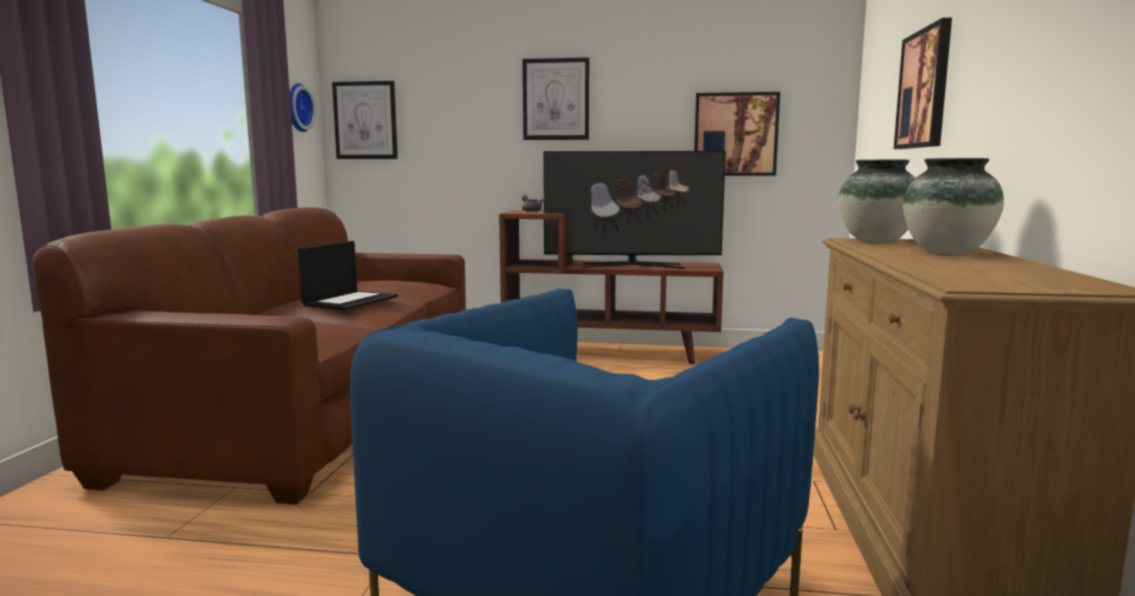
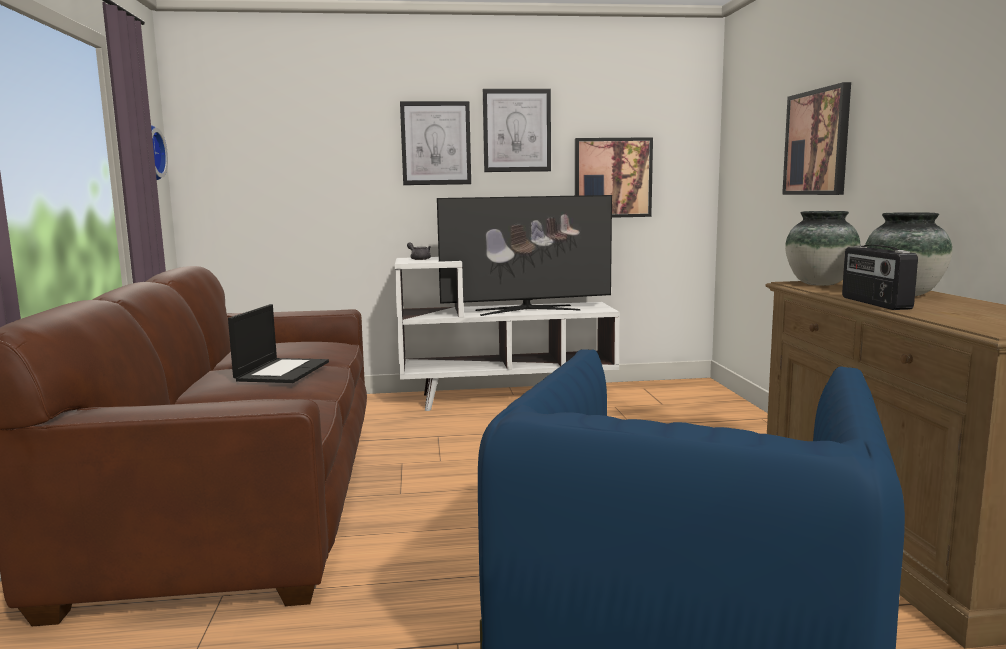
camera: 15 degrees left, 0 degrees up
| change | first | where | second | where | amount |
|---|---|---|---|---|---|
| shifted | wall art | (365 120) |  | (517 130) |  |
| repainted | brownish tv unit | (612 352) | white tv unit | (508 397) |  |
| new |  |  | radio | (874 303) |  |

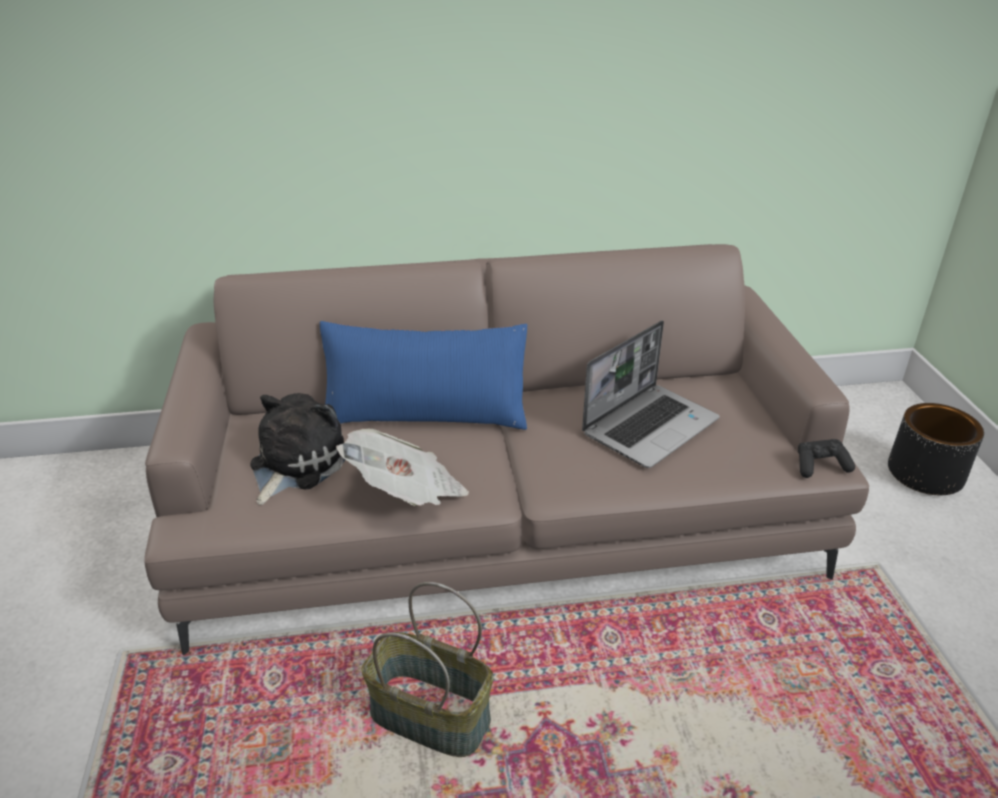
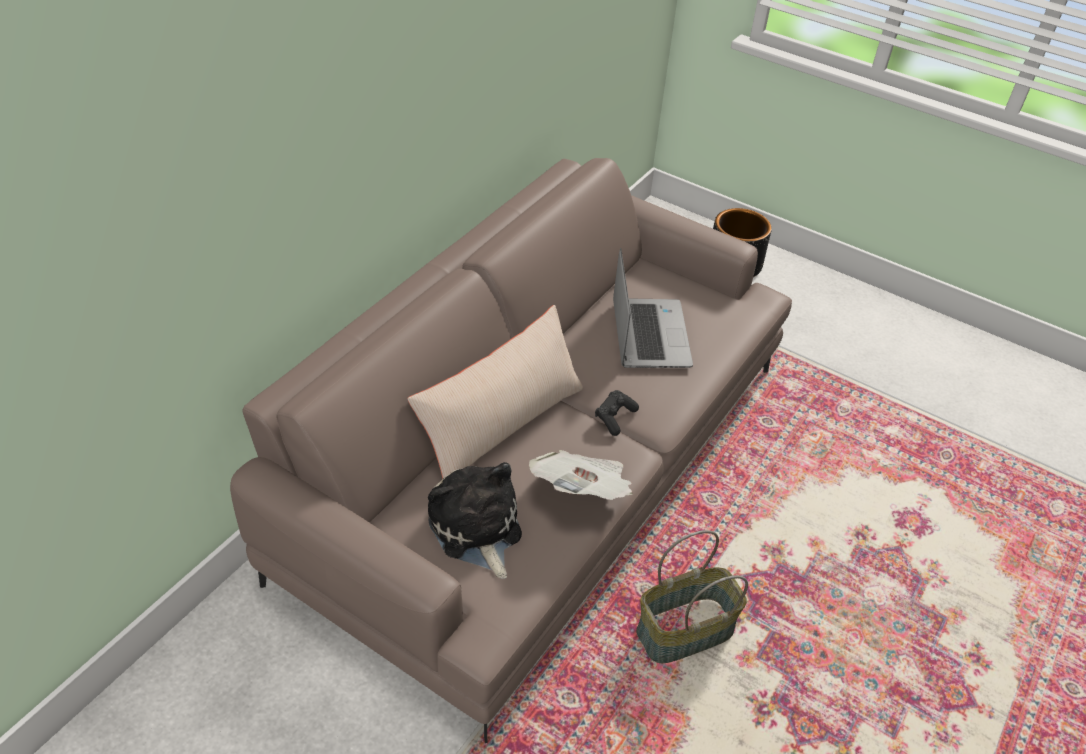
camera: 50 degrees left, 10 degrees up
| change | first | where | second | where | amount |
|---|---|---|---|---|---|
| repainted | blue-coloured cushion | (426 413) | beige cushion | (501 423) |  |
| shifted | black-coloured game controller | (820 466) |  | (614 417) |  |

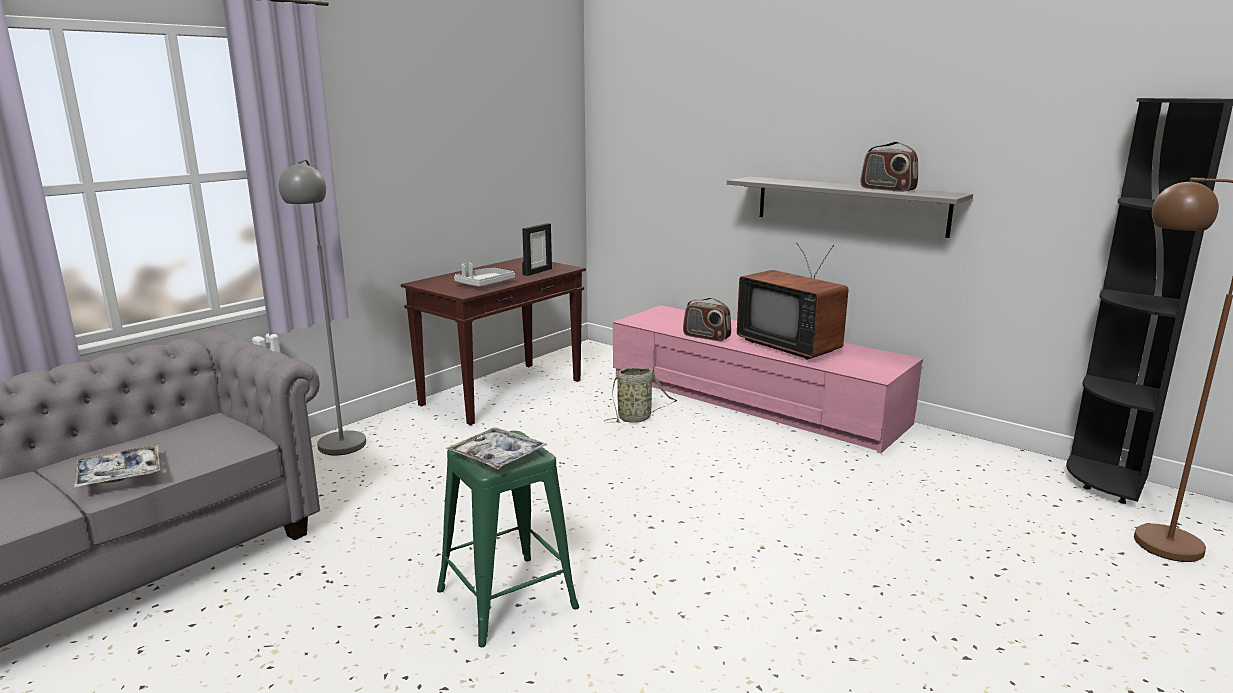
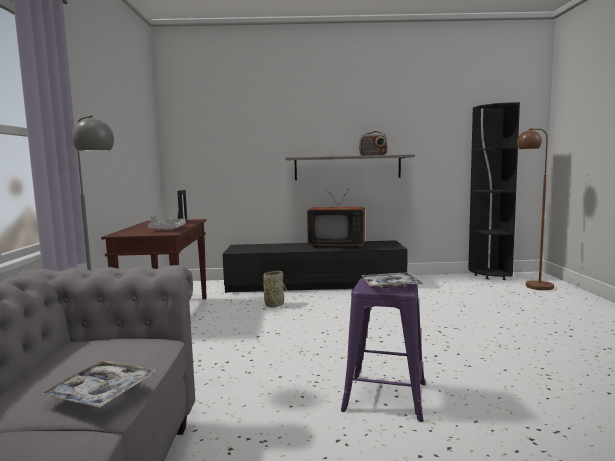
camera: 40 degrees left, 10 degrees down
| change | first | where | second | where | amount |
|---|---|---|---|---|---|
| repainted | green stool seat | (507 598) | purplish stool seat | (385 396) |  |
| repainted | pink-coloured tv unit | (753 400) | black-coloured tv unit | (315 284) |  |
| gone | radio | (706 337) |  |  |  |

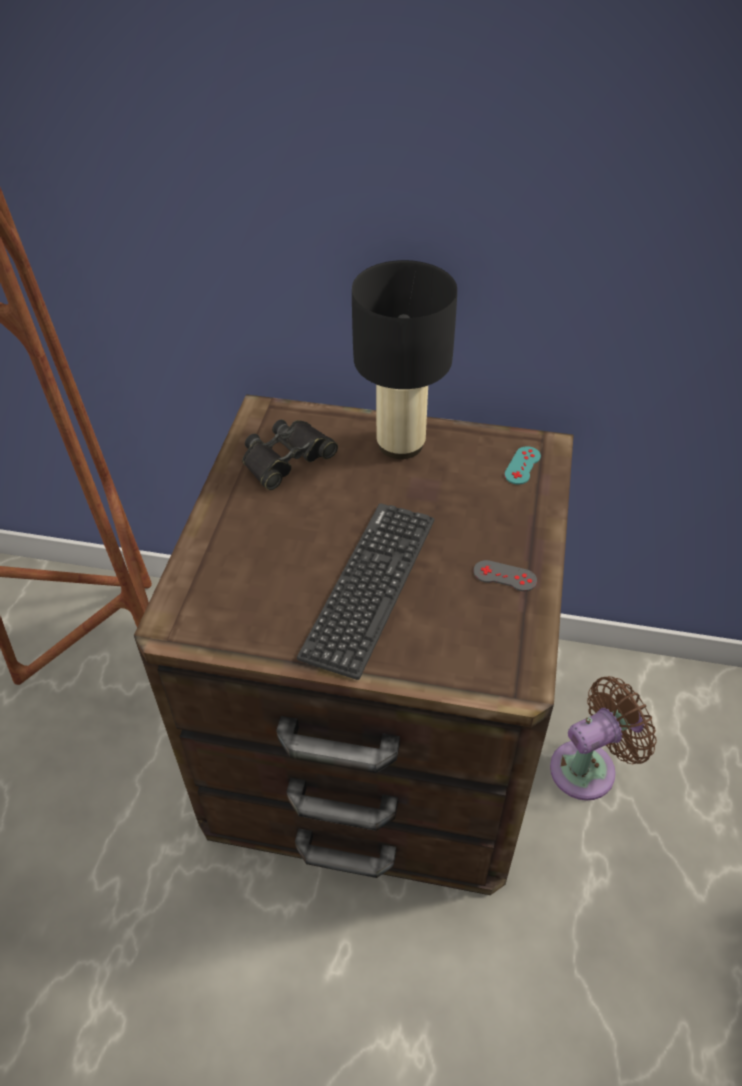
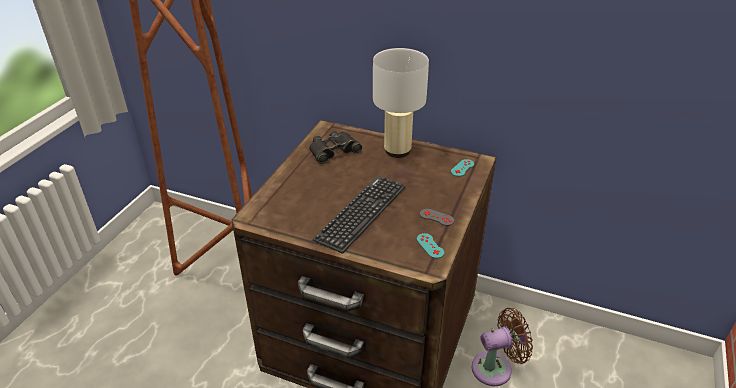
camera: 10 degrees right, 10 degrees down
| change | first | where | second | where | amount |
|---|---|---|---|---|---|
| repainted | black-coloured lamp for a table | (402 444) | white lamp for a table | (398 151) |  |
| new |  |  | turquoise-coloured game controller | (430 246) |  |

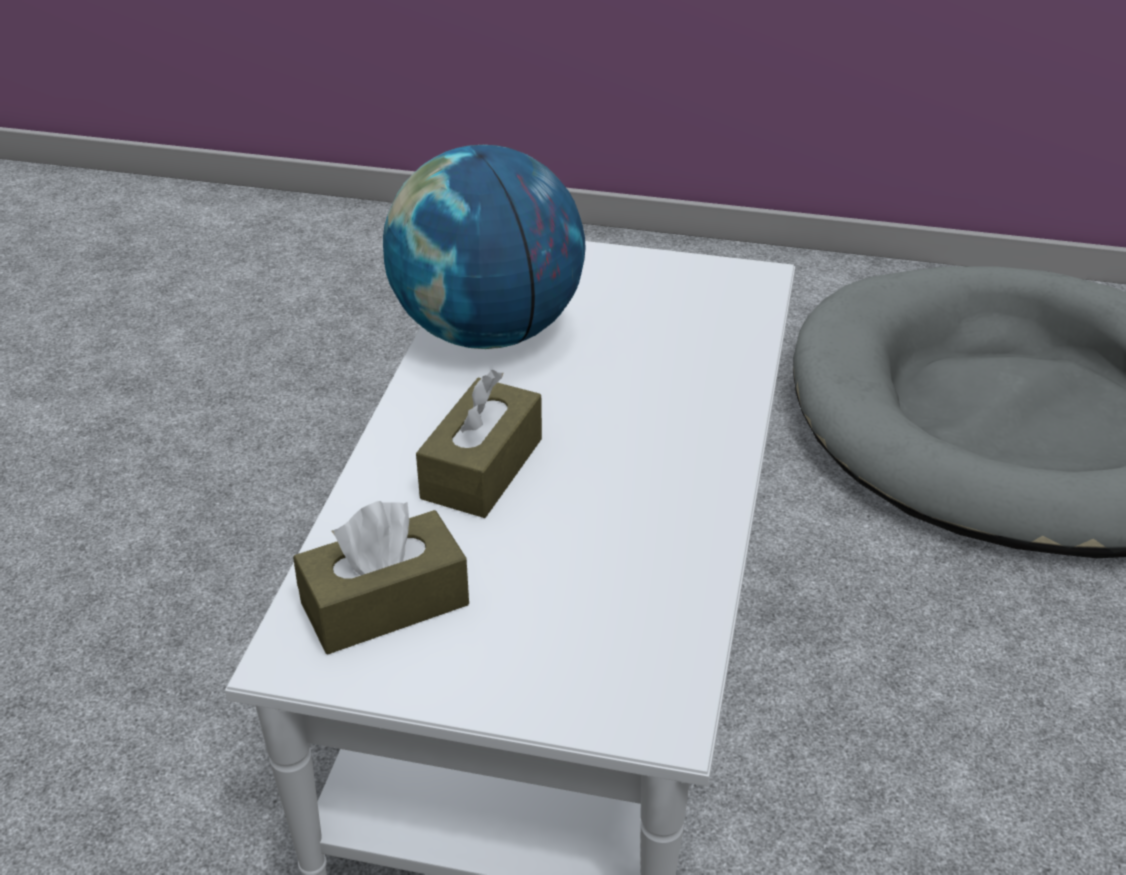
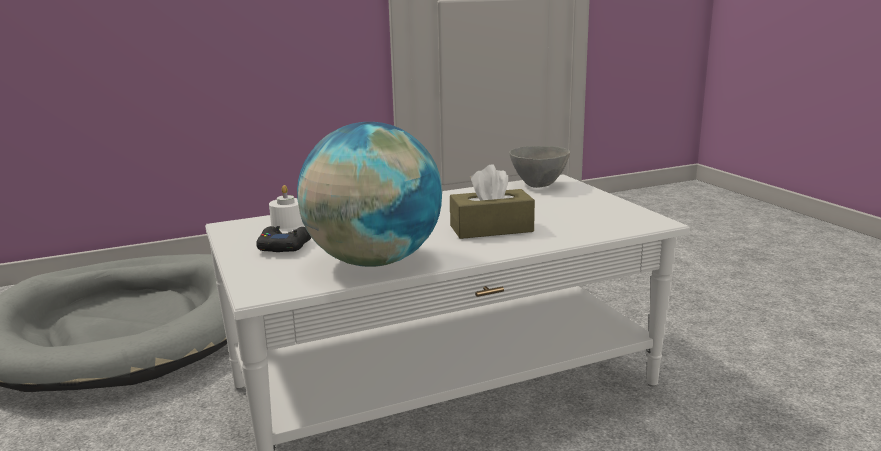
camera: 125 degrees left, 20 degrees down
| change | first | where | second | where | amount |
|---|---|---|---|---|---|
| gone | brownish tissue box | (385 604) |  |  |  |
| new |  |  | black-coloured game controller | (284 246) |  |
| new |  |  | white wax light | (287 223) |  |
| new |  |  | gray deep dish | (538 184) |  |

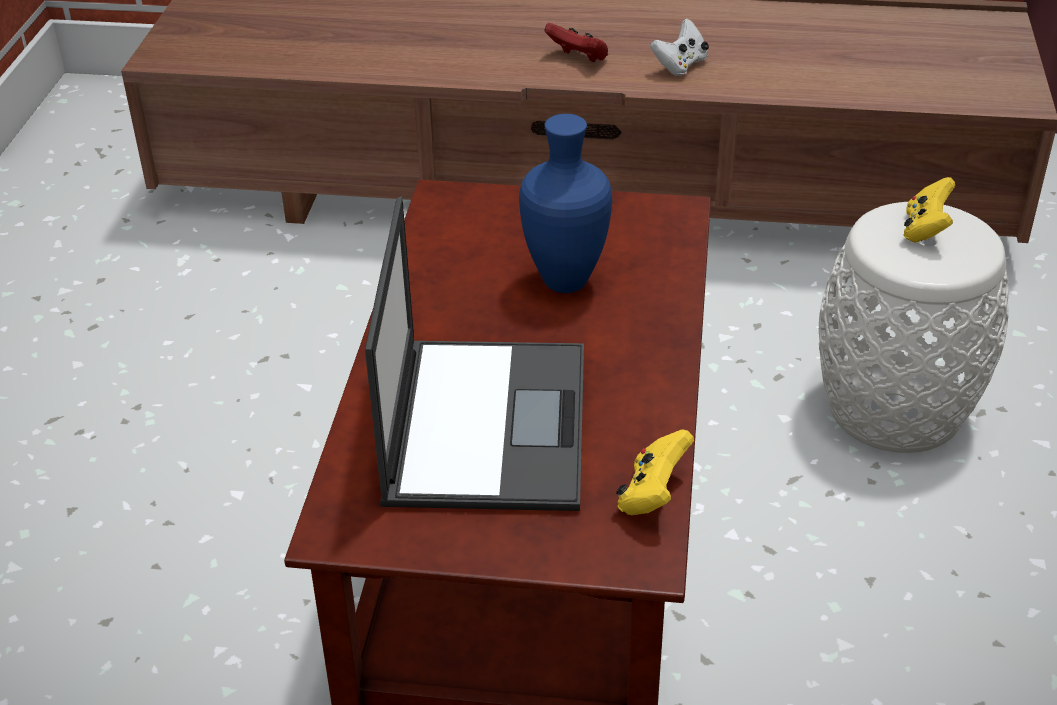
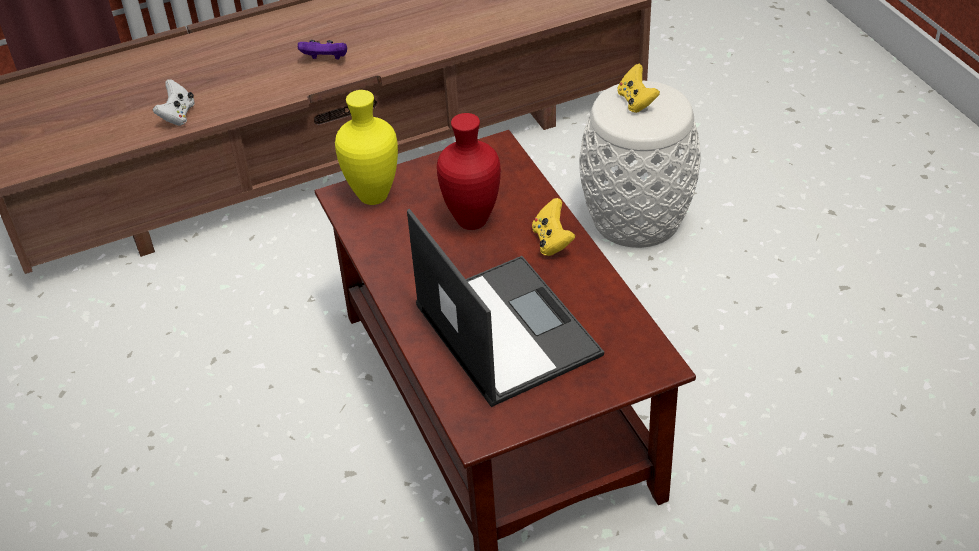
camera: 30 degrees left, 5 degrees up
| change | first | where | second | where | amount |
|---|---|---|---|---|---|
| repainted | blue-coloured decorative vase | (565 280) | reddish decorative vase | (471 220) |  |
| repainted | reddish game controller | (579 58) | purplish game controller | (326 60) |  |
| shifted | yellowish game controller | (652 495) |  | (552 241) |  |
| shifted | white game controller | (680 65) |  | (178 115) |  |
| new |  |  | yellowish decorative vase | (373 195) |  |

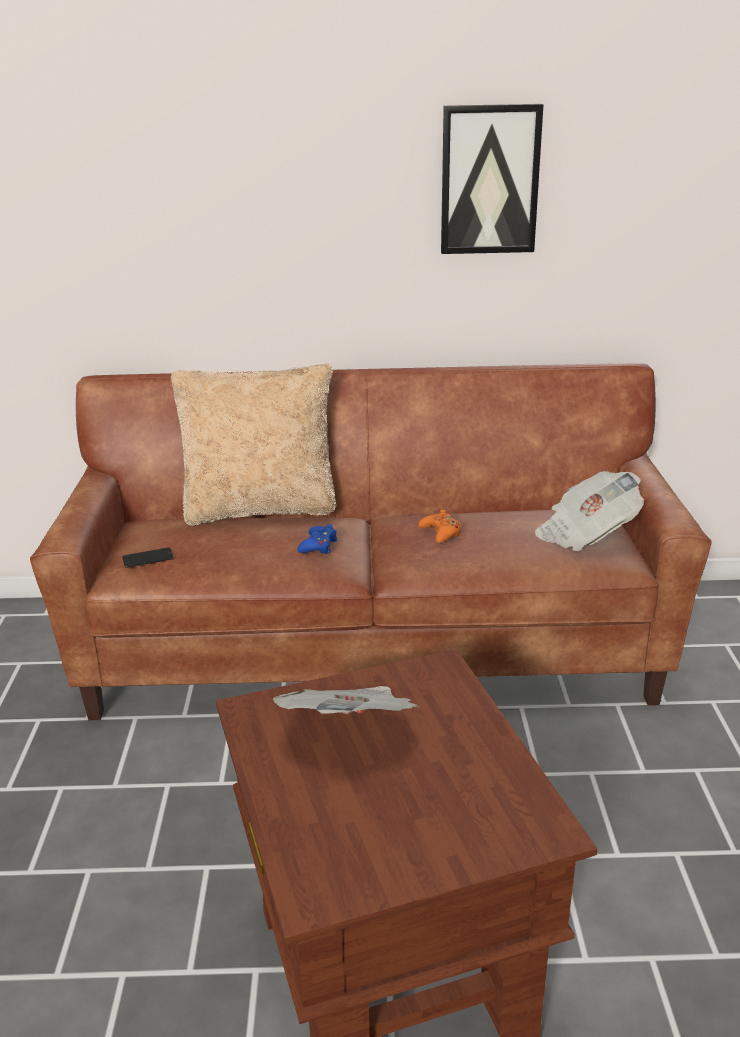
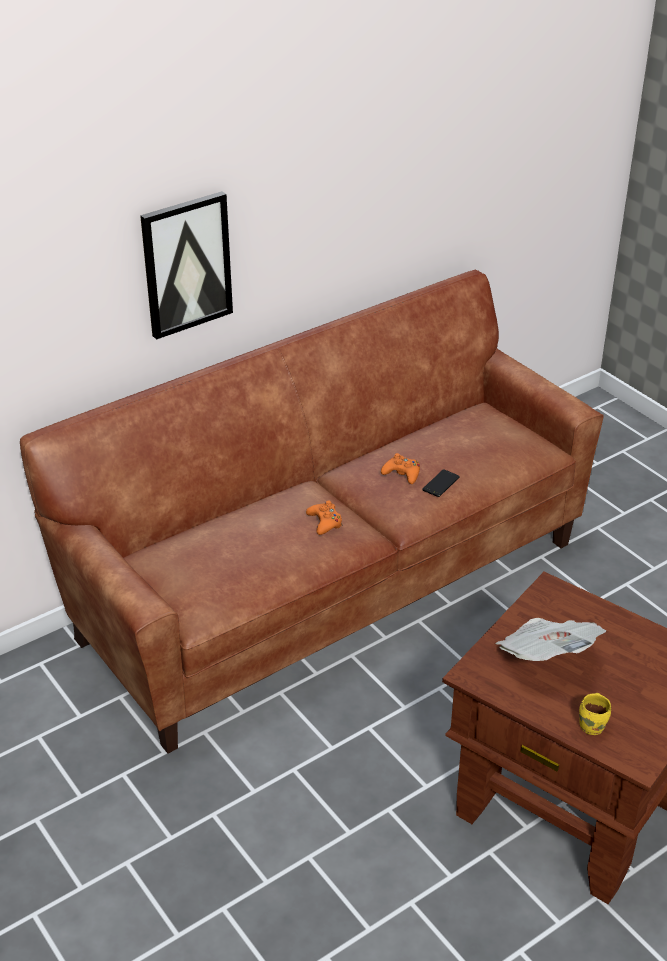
camera: 35 degrees left, 10 degrees up
| change | first | where | second | where | amount |
|---|---|---|---|---|---|
| shifted | phone | (148 558) |  | (441 483) |  |
| gone | beige cushion | (262 512) |  |  |  |
| repainted | blue-coloured game controller | (318 546) | orange game controller | (325 522) |  |
| shifted | wall art | (489 180) |  | (186 264) |  |
| gone | printed paper | (586 534) |  |  |  |
| new |  |  | yellowish mug | (593 726) |  |

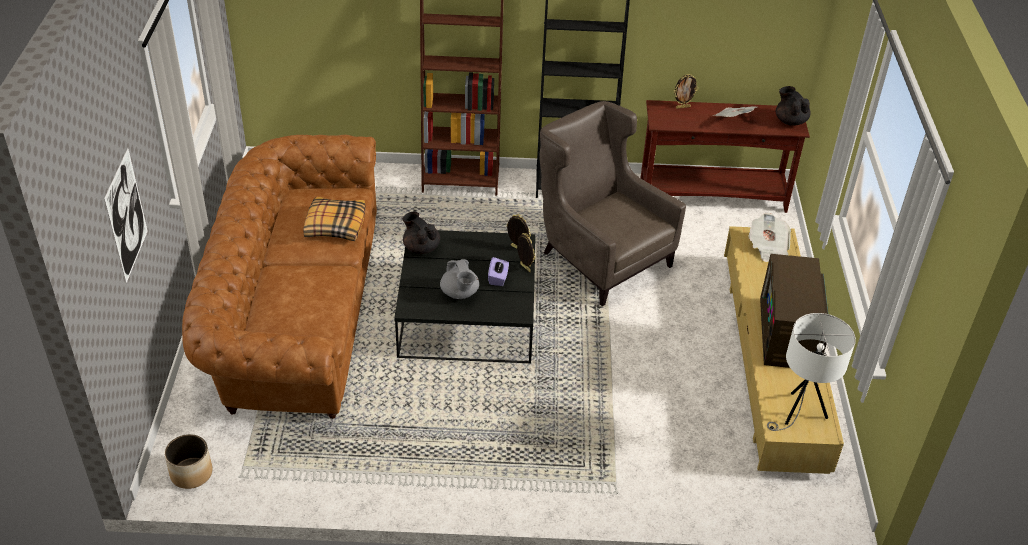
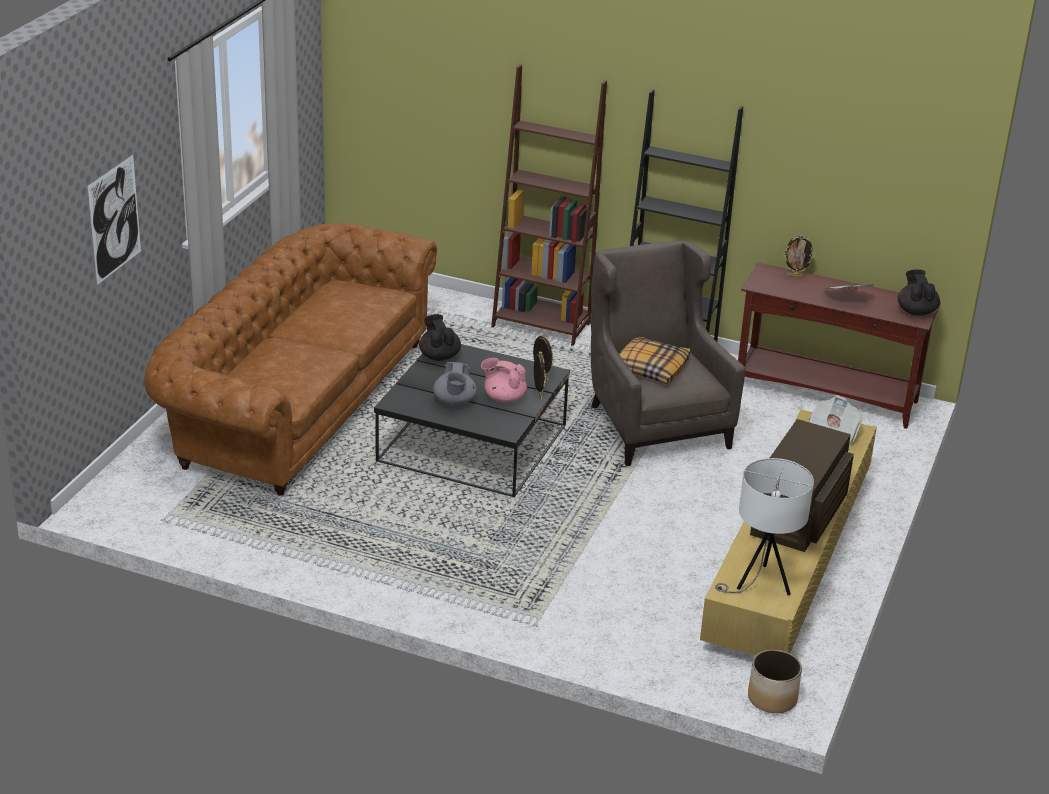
camera: 20 degrees right, 10 degrees down
| change | first | where | second | where | amount |
|---|---|---|---|---|---|
| shifted | planter | (191 473) |  | (771 698) |  |
| shifted | cushion | (335 225) |  | (650 368) |  |
| swapped | purplish tissue box | (498 278) | pink-coloured tea pot | (504 398) |  |

